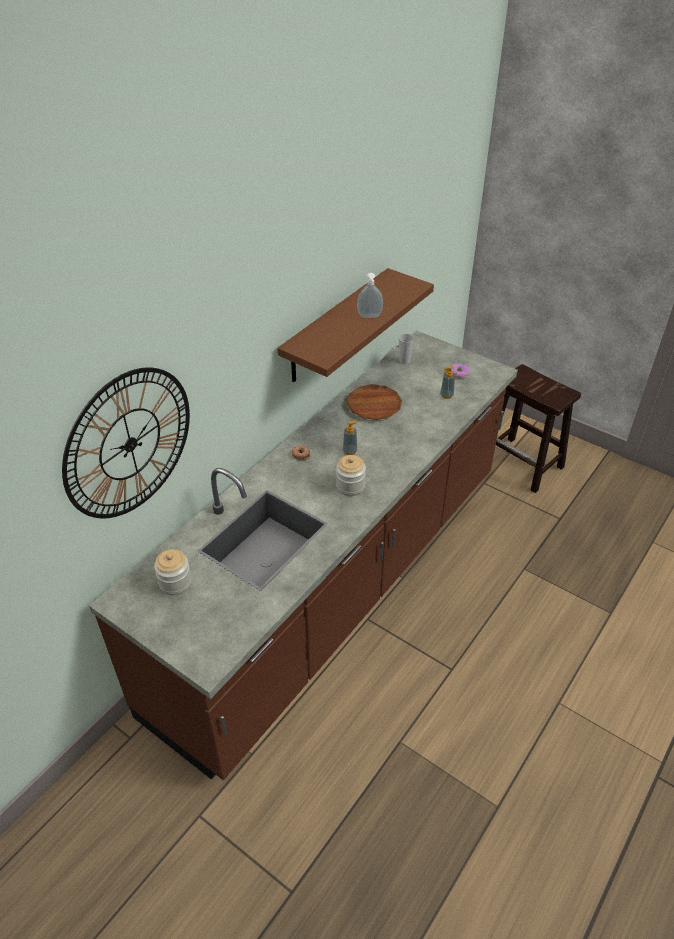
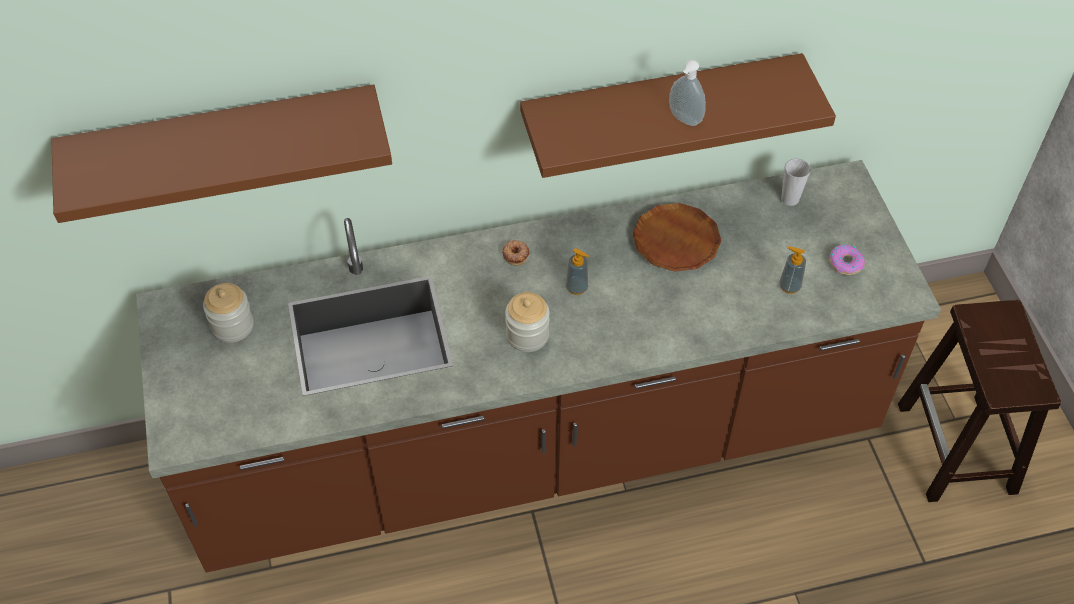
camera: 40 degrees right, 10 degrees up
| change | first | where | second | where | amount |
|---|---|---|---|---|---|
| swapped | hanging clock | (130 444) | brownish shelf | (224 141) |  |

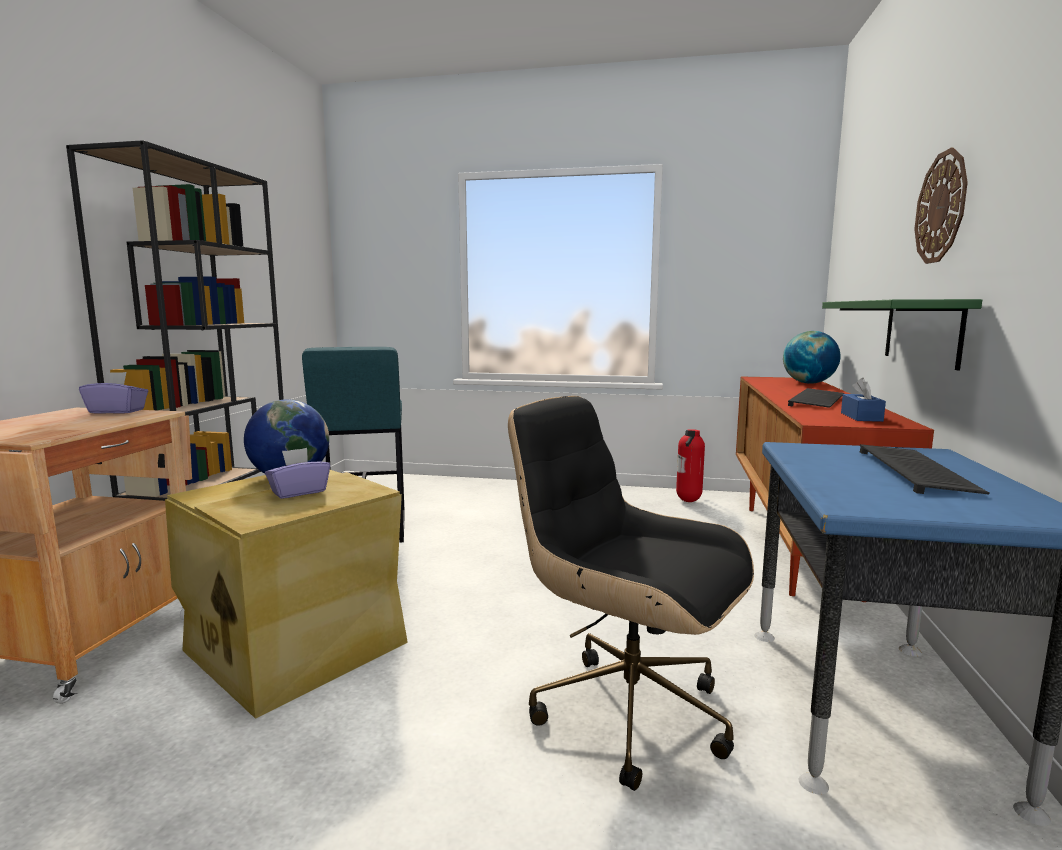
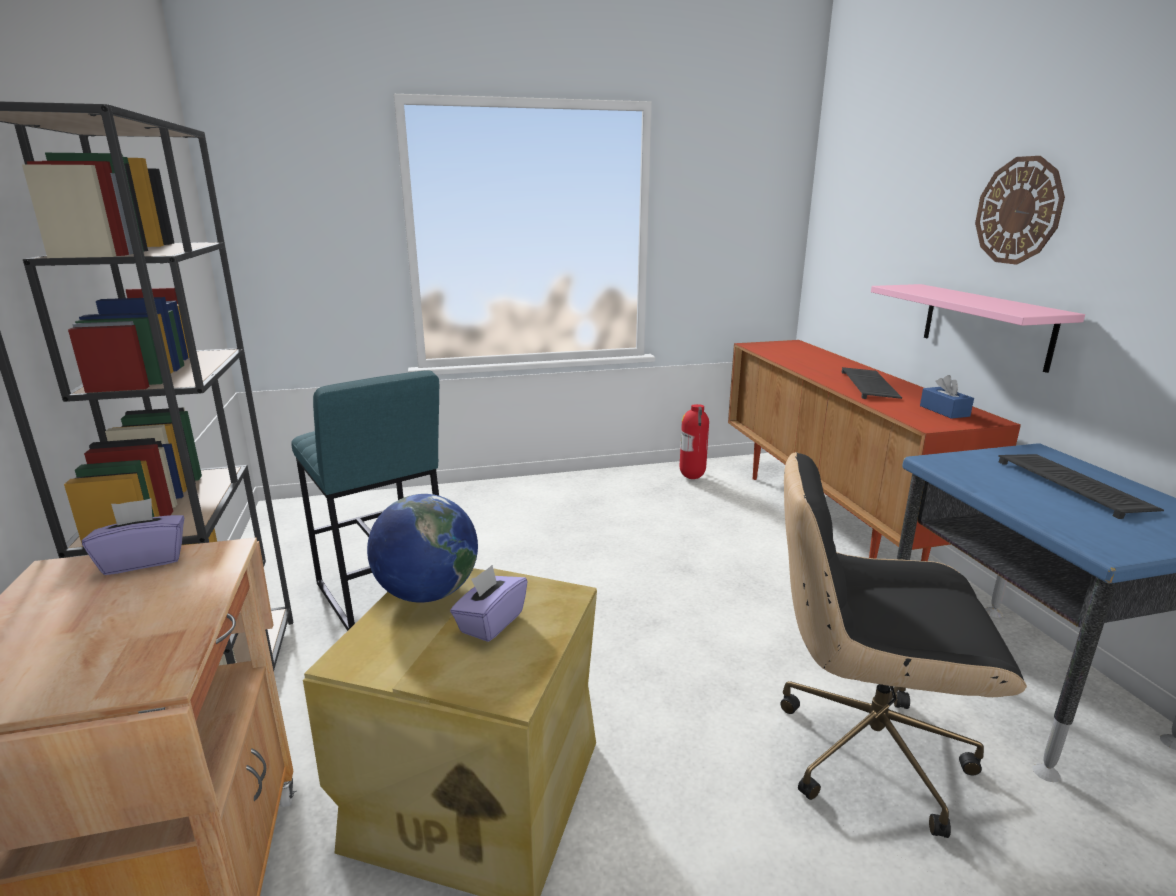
camera: 25 degrees left, 10 degrees up
| change | first | where | second | where | amount |
|---|---|---|---|---|---|
| gone | world globe | (809 383) |  |  |  |
| repainted | green shelf | (922 331) | pink-coloured shelf | (986 325) |  |

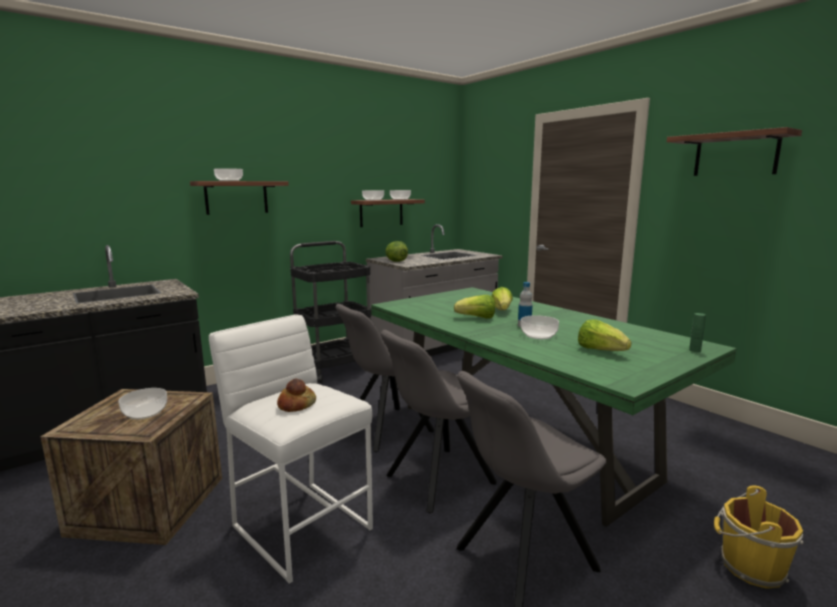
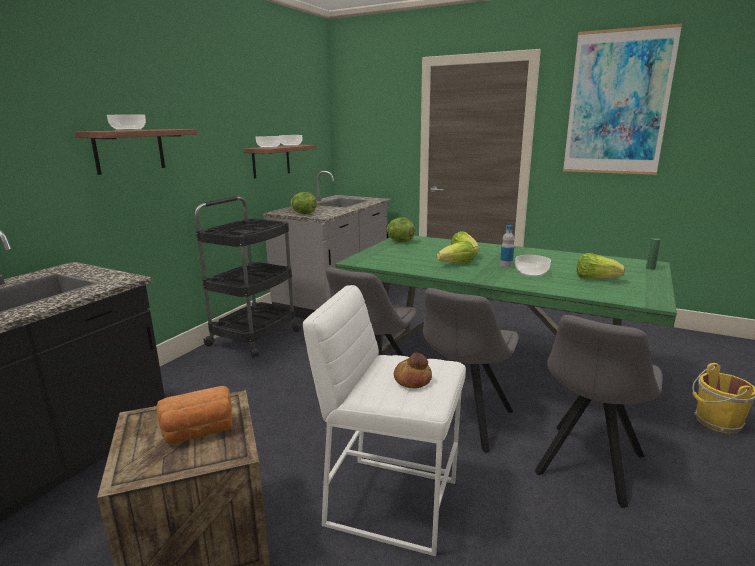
camera: 25 degrees left, 5 degrees up
| change | first | where | second | where | amount |
|---|---|---|---|---|---|
| swapped | deep dish | (145 412) | bread | (199 431) |  |
| swapped | shelf | (735 155) | wall art | (617 103) |  |
| new |  |  | head of lettuce | (399 241) |  |

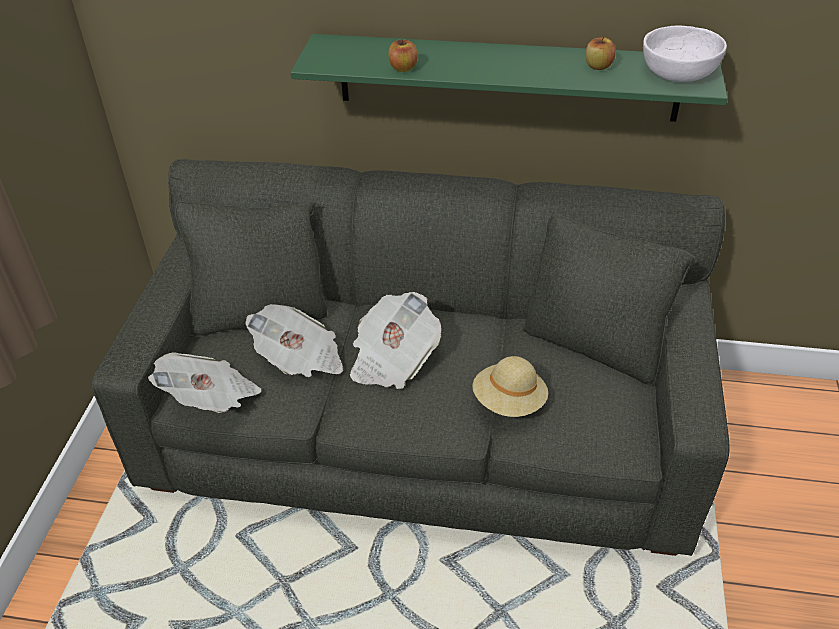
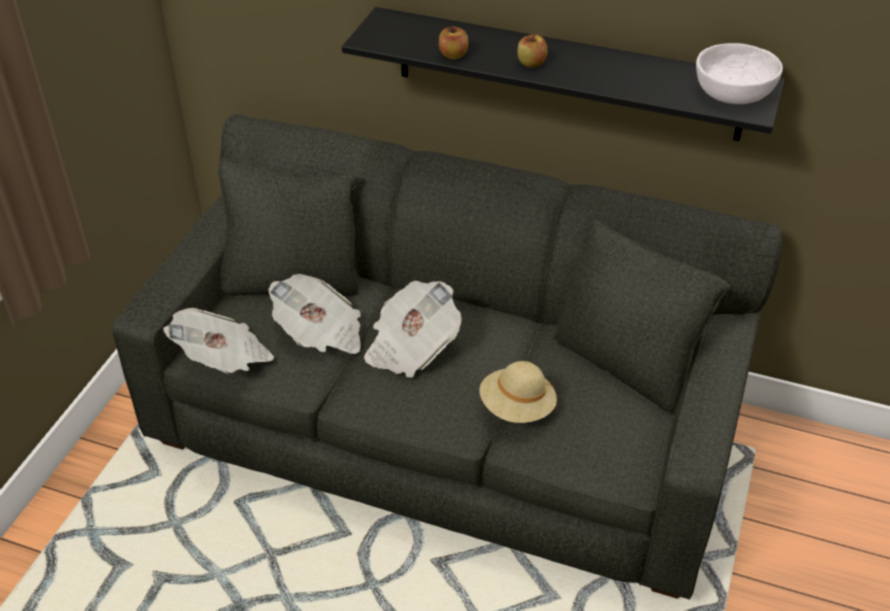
camera: 10 degrees right, 0 degrees up
| change | first | where | second | where | amount |
|---|---|---|---|---|---|
| repainted | green shelf | (507 77) | black-coloured shelf | (567 74) |  |
| shifted | apple fruit | (598 66) |  | (531 63) |  |

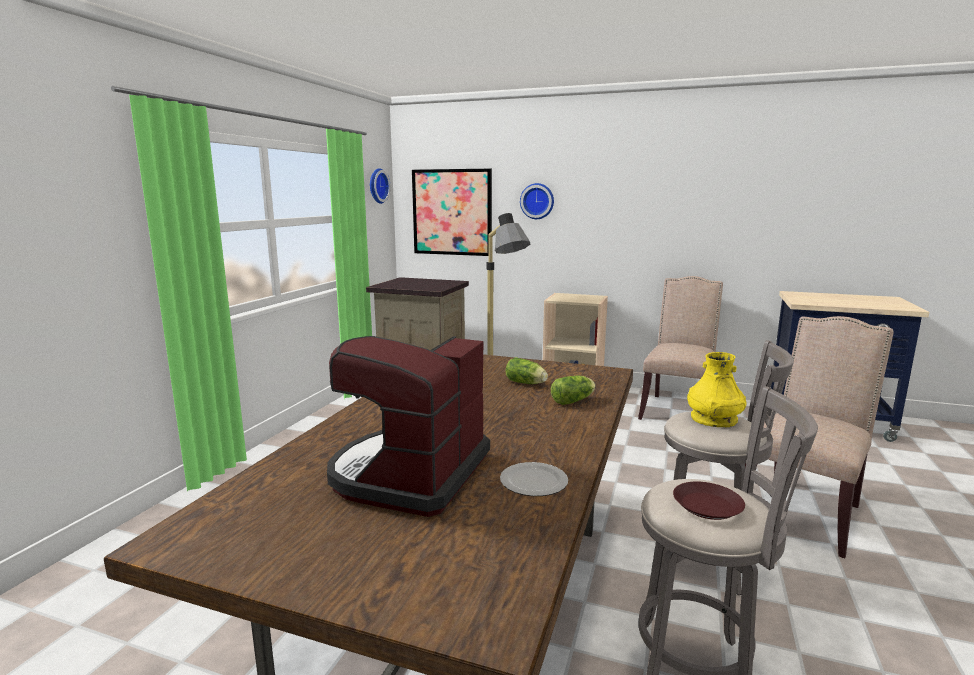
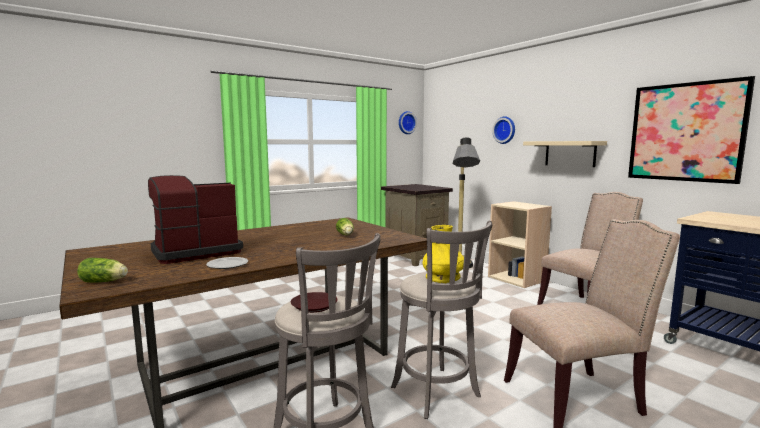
camera: 35 degrees right, 5 degrees down
| change | first | where | second | where | amount |
|---|---|---|---|---|---|
| shifted | wall art | (452 212) |  | (685 132) |  |
| shifted | head of lettuce | (574 400) |  | (105 282) |  |
| new |  |  | beige shelf | (570 153) |  |

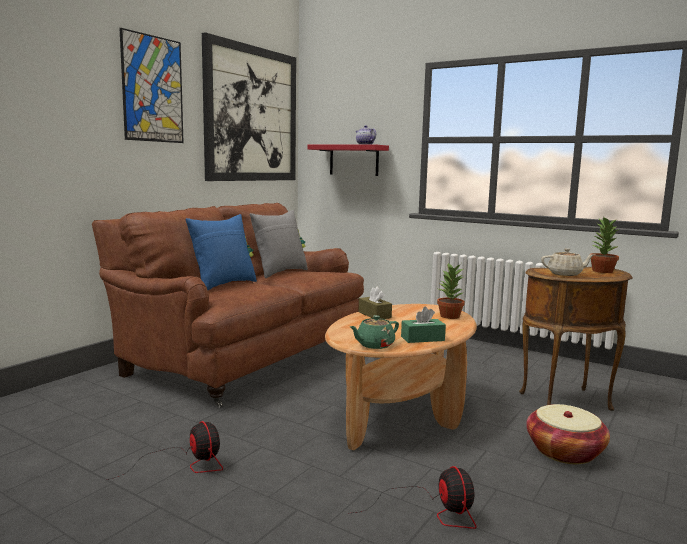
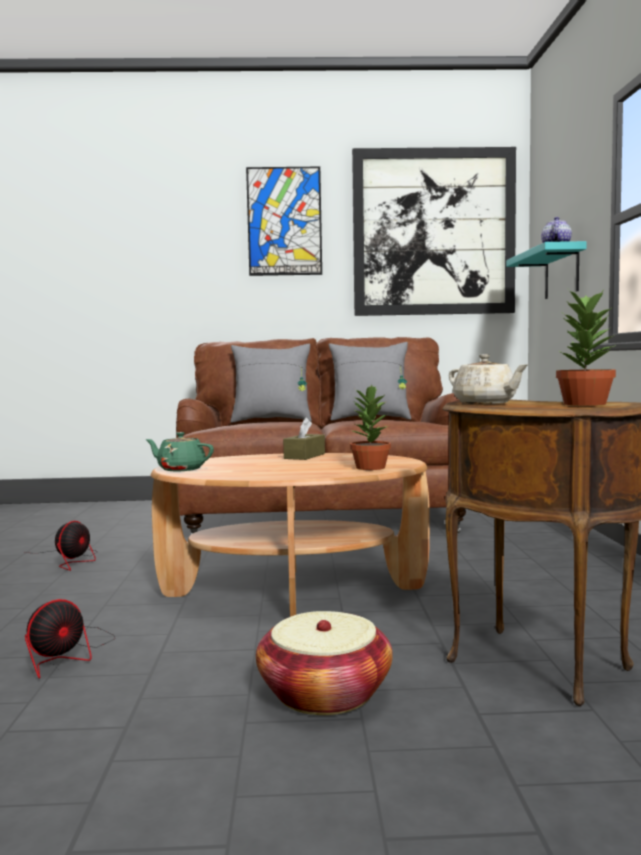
camera: 55 degrees right, 5 degrees down
| change | first | where | second | where | amount |
|---|---|---|---|---|---|
| repainted | blue-coloured cushion | (223 285) | gray cushion | (271 421) |  |
| repainted | reddish shelf | (354 160) | turquoise-coloured shelf | (561 273) |  |
| gone | green tissue box | (422 338) |  |  |  |

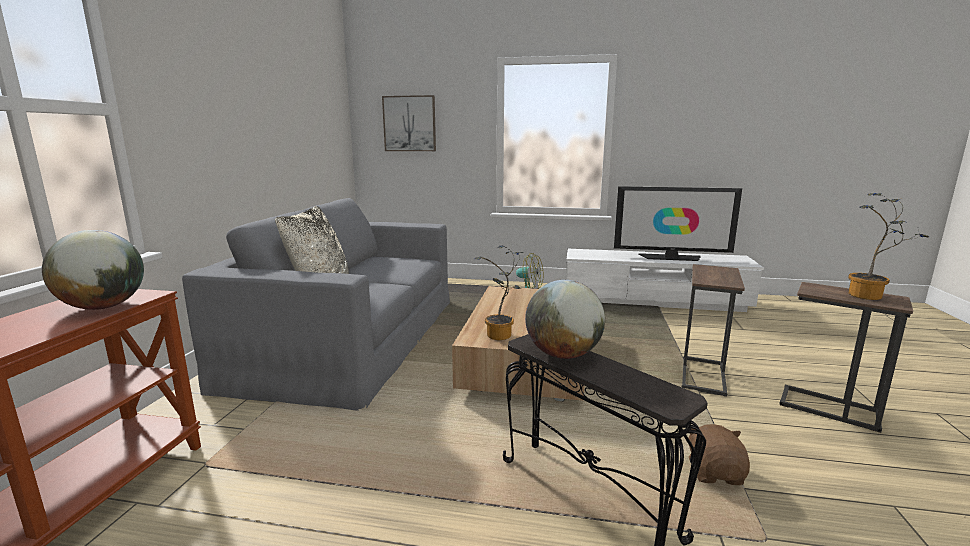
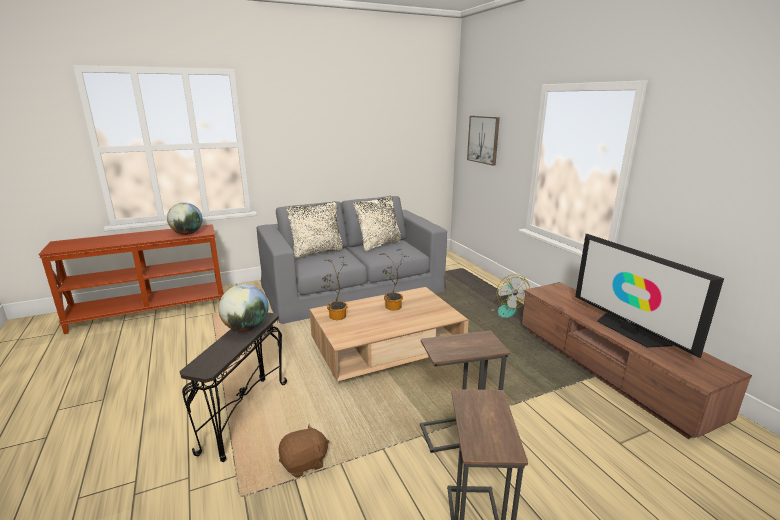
camera: 55 degrees right, 5 degrees up
| change | first | where | second | where | amount |
|---|---|---|---|---|---|
| repainted | white tv unit | (654 301) | brownish tv unit | (608 370) |  |
| shifted | plant in a pot | (870 297) |  | (392 308) |  |
| new |  |  | beige cushion | (379 245) |  |

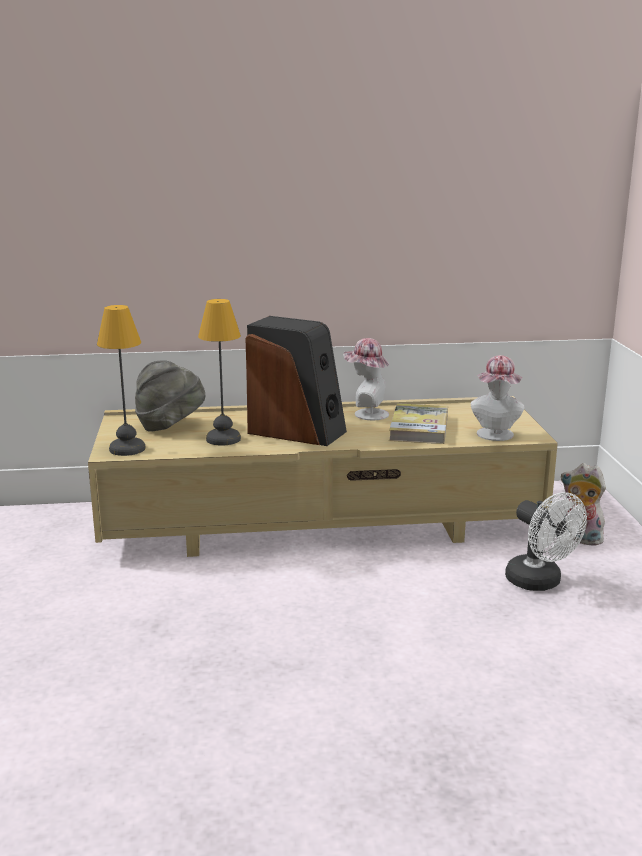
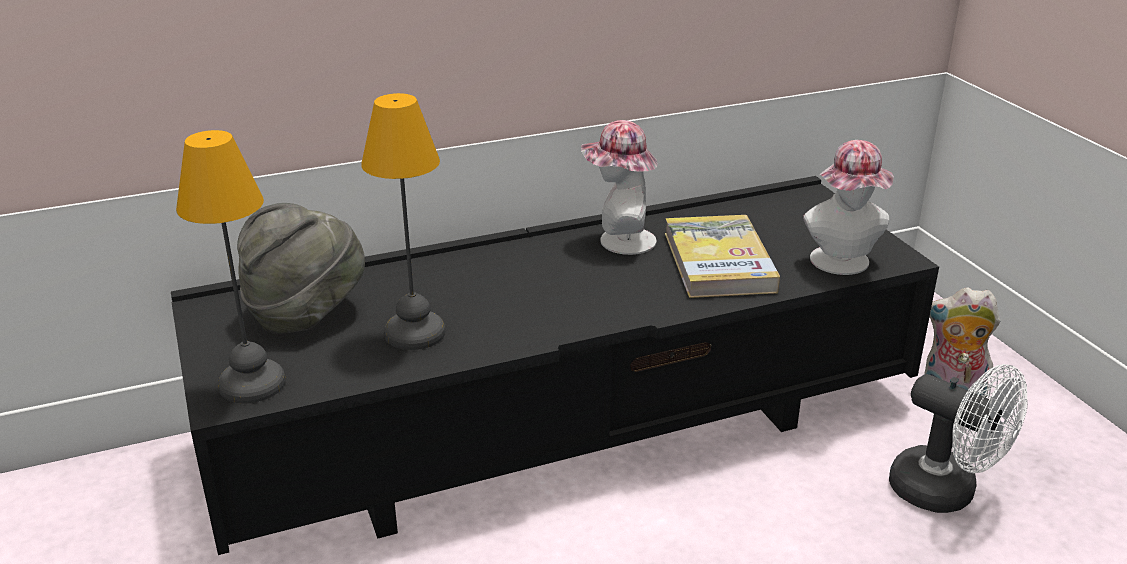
camera: 15 degrees left, 10 degrees up
| change | first | where | second | where | amount |
|---|---|---|---|---|---|
| repainted | beige tv unit | (322 521) | black-coloured tv unit | (564 419) |  |
| gone | speaker | (297 431) |  |  |  |

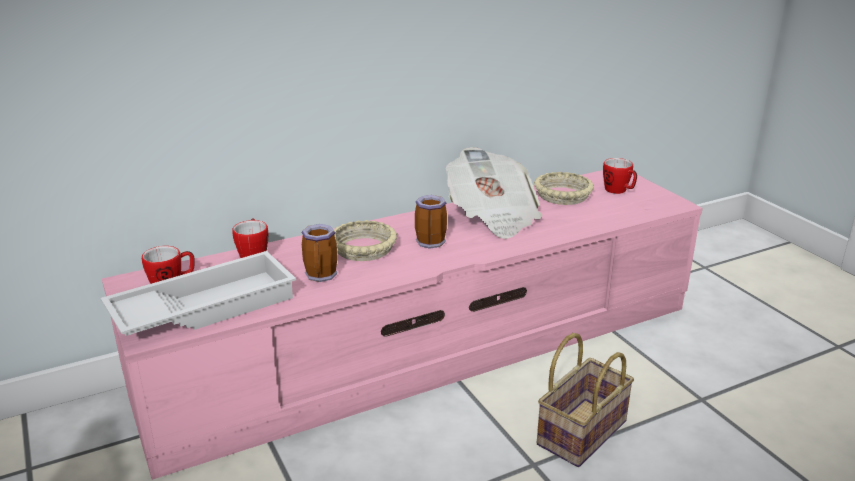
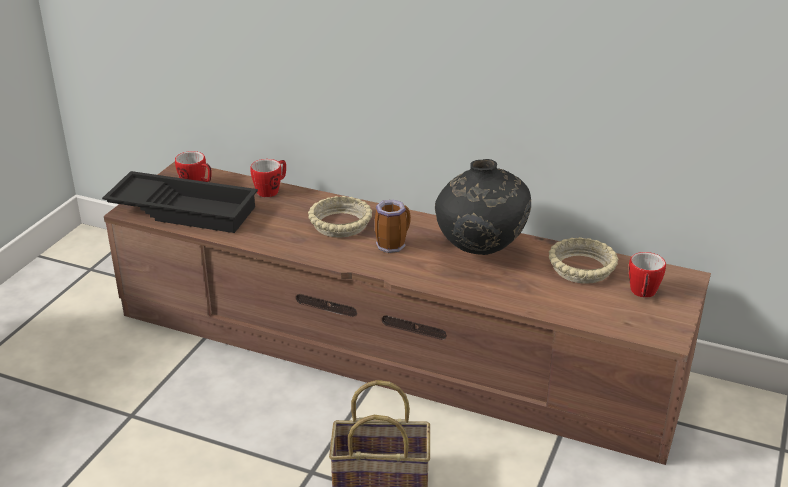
camera: 50 degrees right, 5 degrees up
| change | first | where | second | where | amount |
|---|---|---|---|---|---|
| repainted | white carrying tray | (204 306) | black-coloured carrying tray | (185 209) |  |
| repainted | pink-coloured tv unit | (427 346) | brownish tv unit | (396 345) |  |
| gone | mug | (322 276) |  |  |  |
| swapped | printed paper | (492 216) | black-coloured decorative vase | (479 252) |  |

